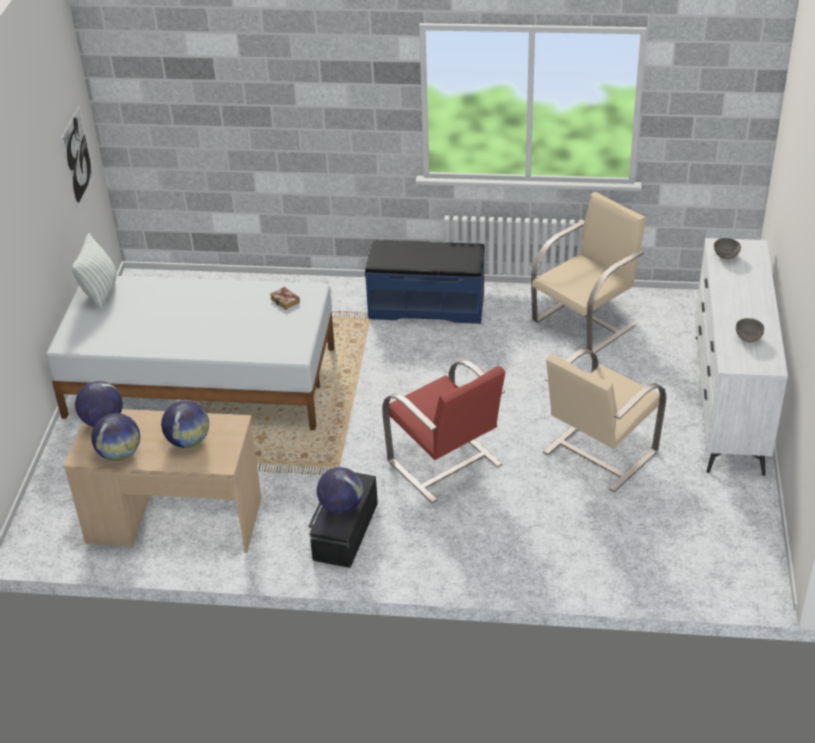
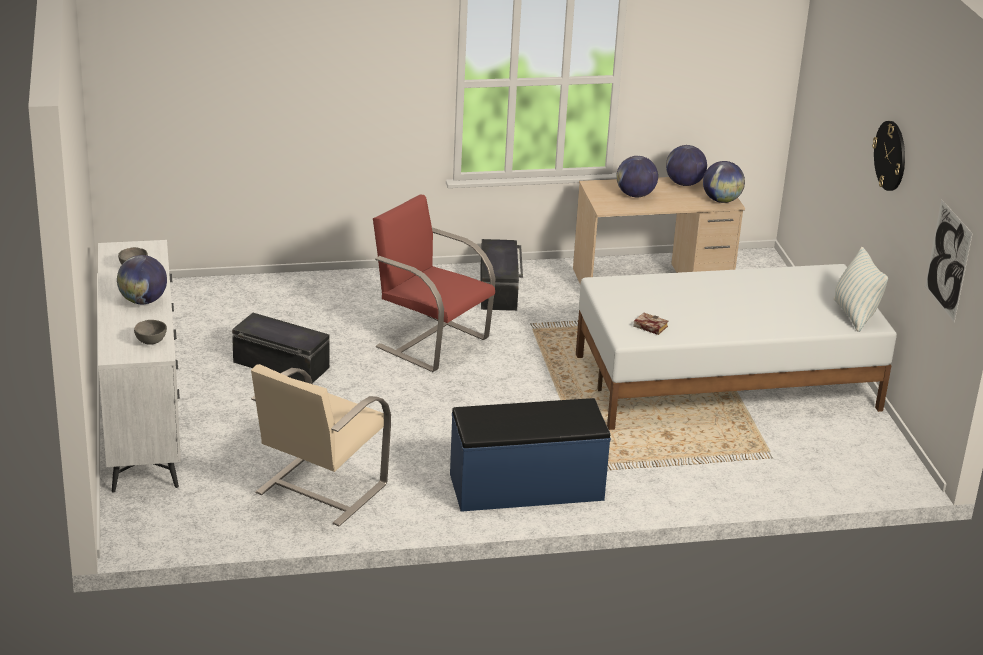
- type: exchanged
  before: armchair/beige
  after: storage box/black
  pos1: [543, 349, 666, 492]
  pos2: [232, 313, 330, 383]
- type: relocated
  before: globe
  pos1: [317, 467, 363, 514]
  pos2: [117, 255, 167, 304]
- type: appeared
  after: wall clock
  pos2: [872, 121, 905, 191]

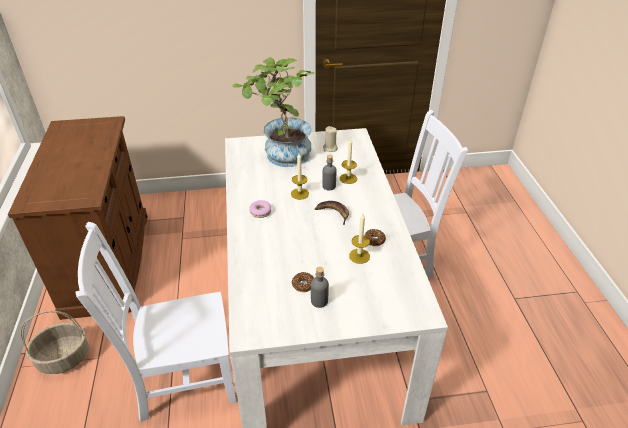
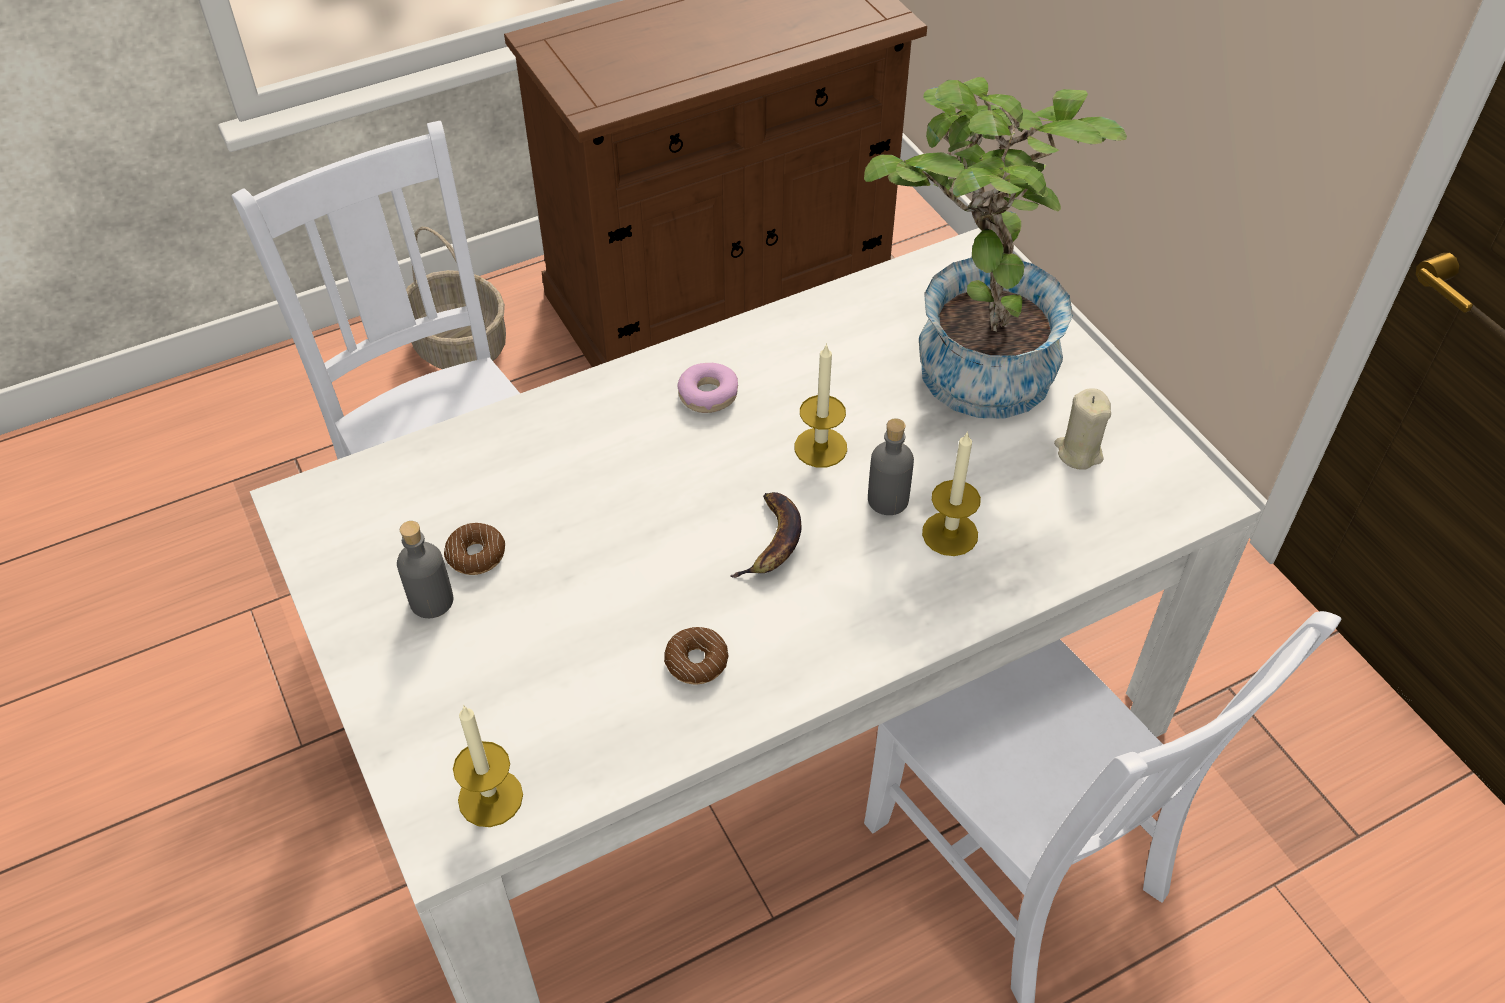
- type: relocated
  before: candle
  pos1: [349, 214, 370, 264]
  pos2: [453, 705, 523, 827]

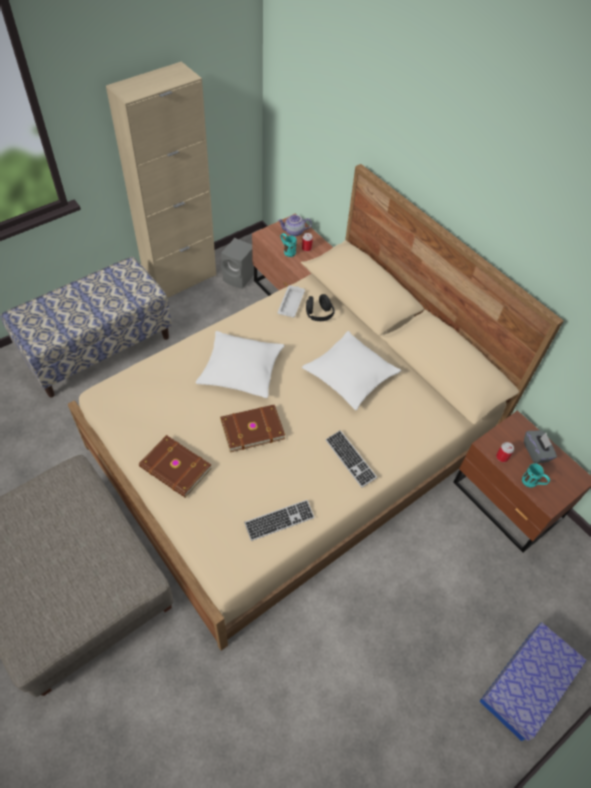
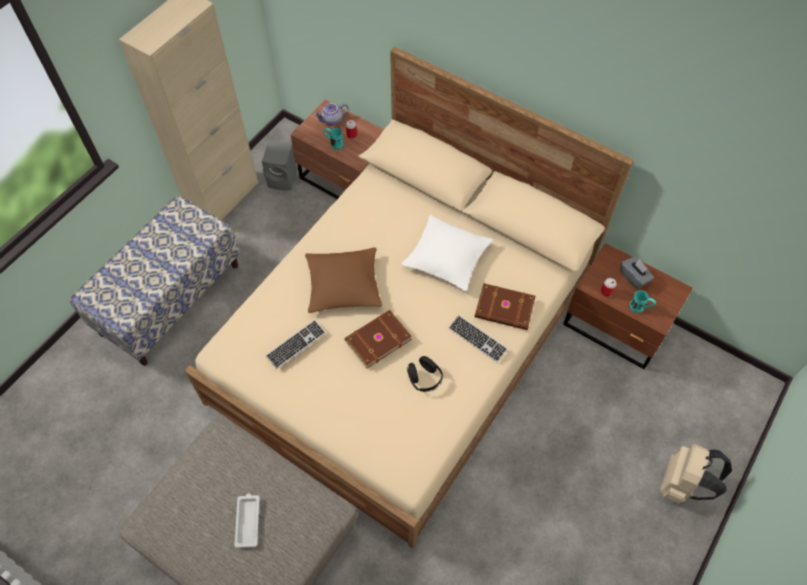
- type: relocated
  before: tray/white
  pos1: [278, 286, 305, 318]
  pos2: [235, 493, 259, 548]
- type: relocated
  before: headphones/black
  pos1: [306, 294, 335, 321]
  pos2: [407, 356, 443, 392]
- type: colour
  before: pillow/white
  after: pillow/brown
  pos1: [196, 331, 284, 398]
  pos2: [305, 247, 382, 313]
- type: relocated
  before: book/brown
  pos1: [139, 435, 212, 498]
  pos2: [475, 283, 536, 330]
- type: relocated
  before: keyboard
  pos1: [244, 500, 315, 541]
  pos2: [266, 320, 326, 369]
- type: exchanged
  before: storage box
  after: backpack/beige
  pos1: [479, 622, 587, 741]
  pos2: [660, 444, 732, 504]

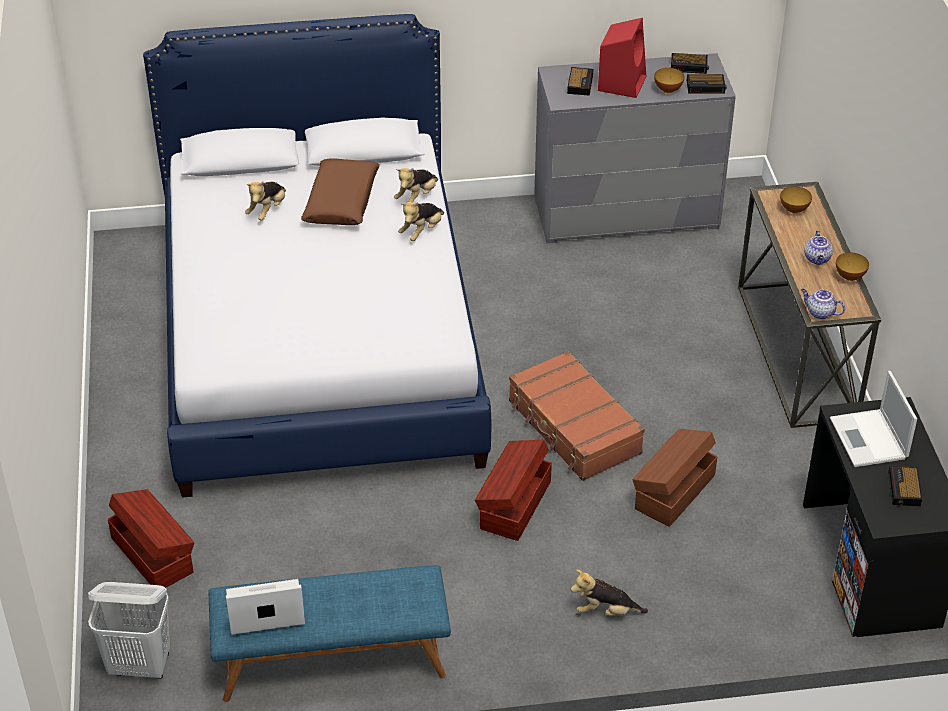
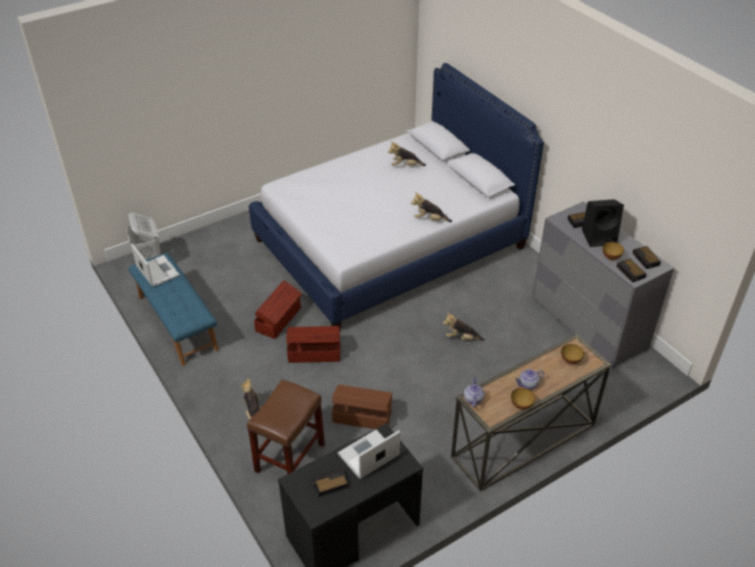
- type: colour
  before: speaker/red
  after: speaker/black
  pos1: [598, 18, 646, 98]
  pos2: [582, 199, 624, 247]
- type: missing
  before: pillow/brown
  pos1: [301, 158, 380, 225]
- type: relocated
  before: plush toy
  pos1: [394, 168, 438, 203]
  pos2: [443, 313, 485, 341]
- type: missing
  before: suitcase/brown
  pos1: [509, 351, 645, 481]
- type: relocated
  before: storage box/brown
  pos1: [108, 489, 194, 588]
  pos2: [254, 280, 302, 339]
- type: appeared
  after: stool/brown
  pos2: [247, 379, 325, 474]

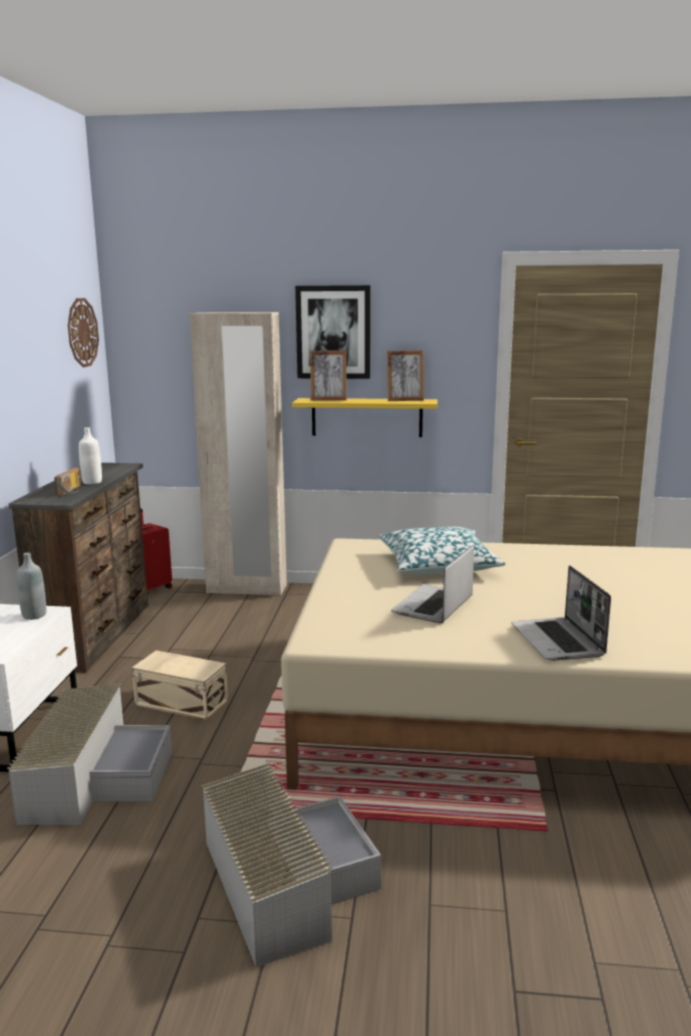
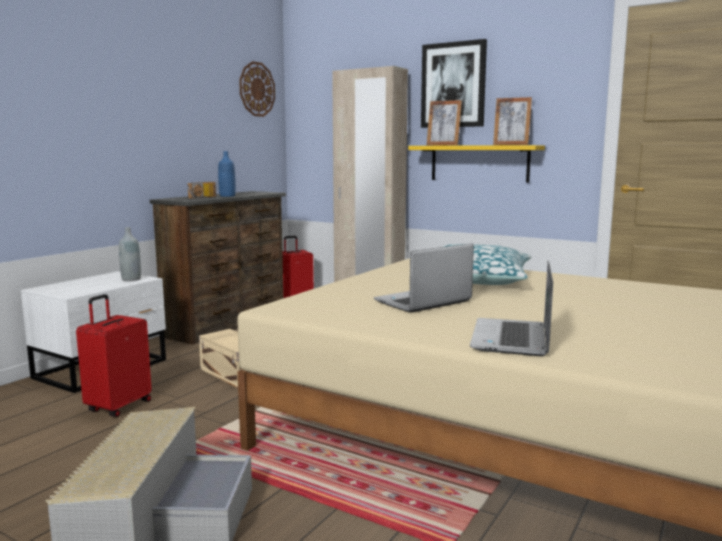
- type: colour
  before: bottle/white
  after: bottle/blue
  pos1: [79, 427, 102, 484]
  pos2: [218, 151, 236, 197]
- type: exchanged
  before: storage box/grey
  after: suitcase/red
  pos1: [7, 684, 172, 825]
  pos2: [76, 294, 152, 417]

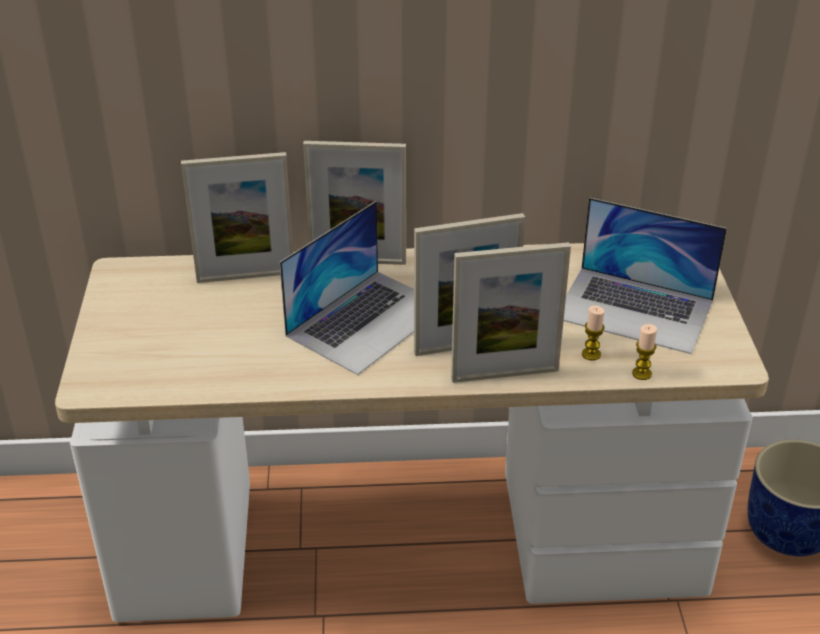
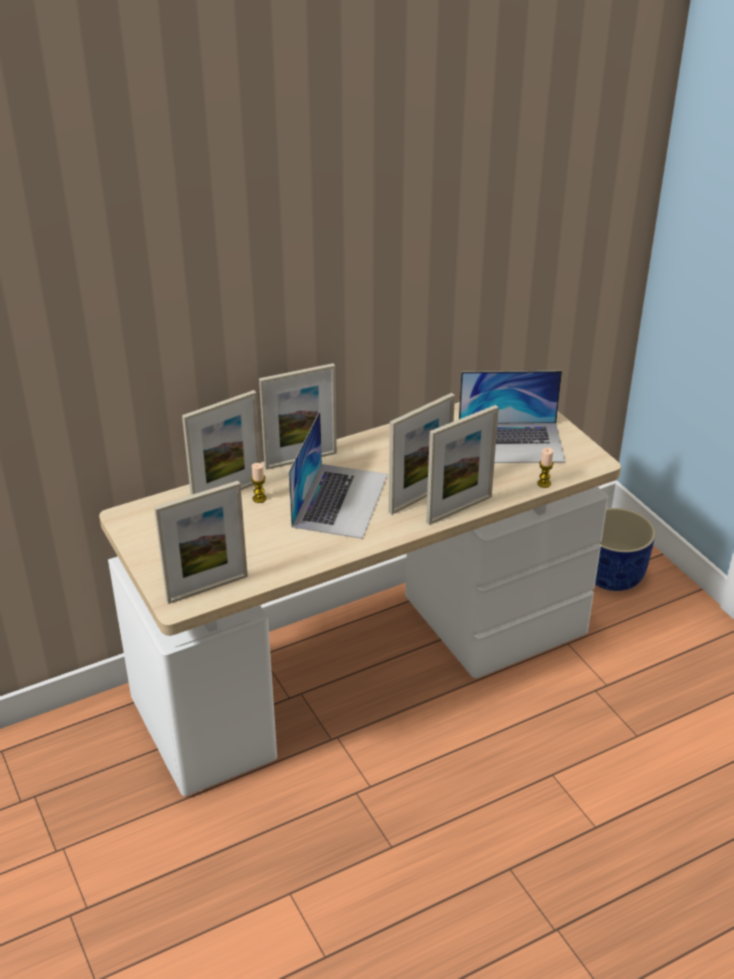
- type: relocated
  before: candle
  pos1: [582, 305, 605, 361]
  pos2: [251, 463, 267, 503]
- type: appeared
  after: picture frame
  pos2: [154, 481, 248, 604]

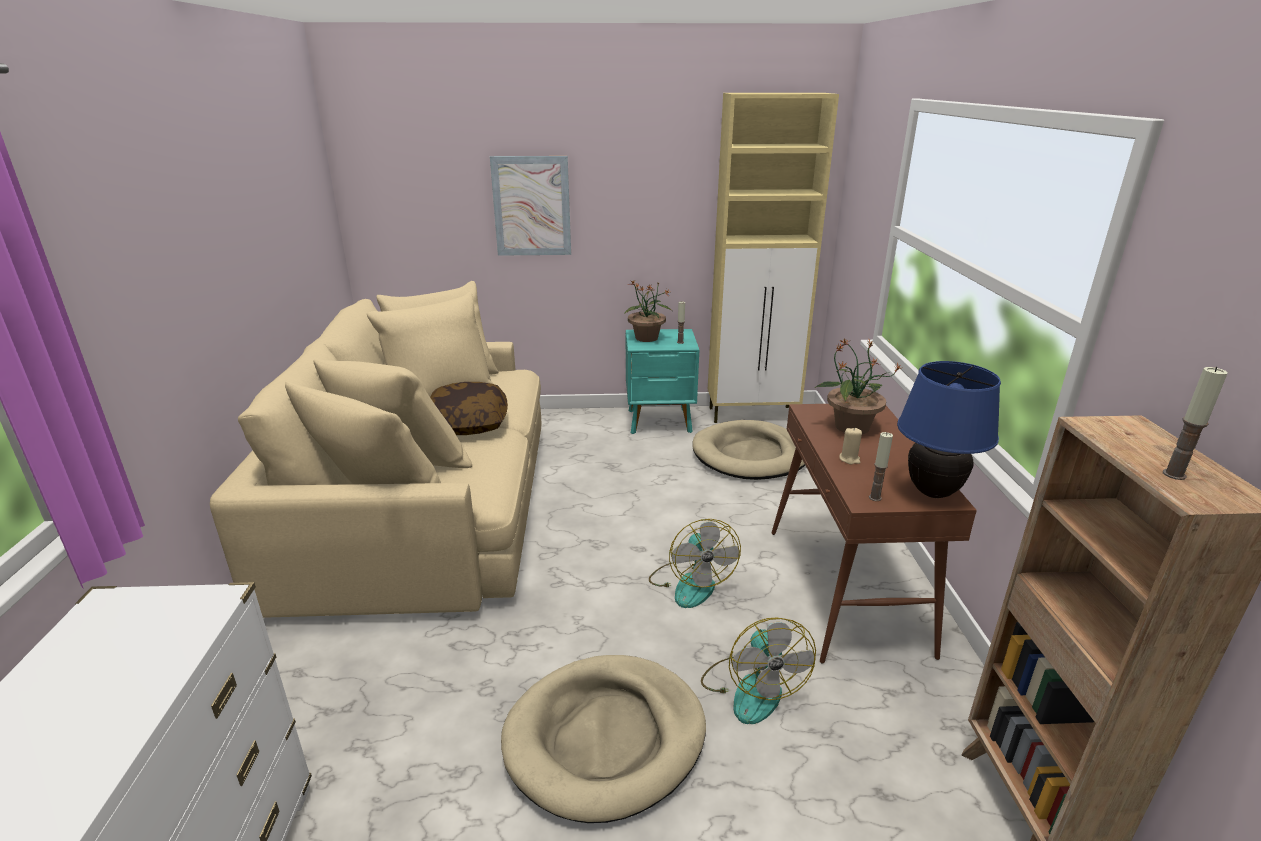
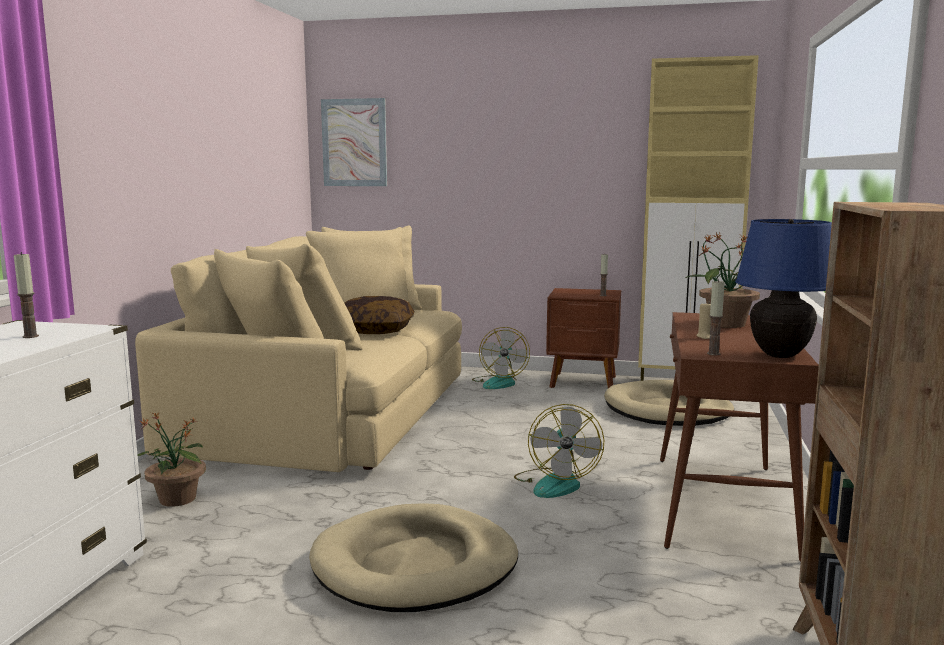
- type: relocated
  before: picture
  pos1: [490, 156, 571, 256]
  pos2: [321, 98, 387, 186]
- type: relocated
  before: potted plant
  pos1: [625, 281, 672, 342]
  pos2: [138, 413, 206, 507]
- type: colour
  before: nightstand/turquoise
  after: nightstand/brown
  pos1: [626, 329, 700, 434]
  pos2: [546, 288, 621, 388]
- type: relocated
  before: candle
  pos1: [1163, 367, 1228, 480]
  pos2: [14, 252, 39, 338]
- type: relocated
  before: fan
  pos1: [701, 617, 816, 724]
  pos2: [472, 327, 530, 389]

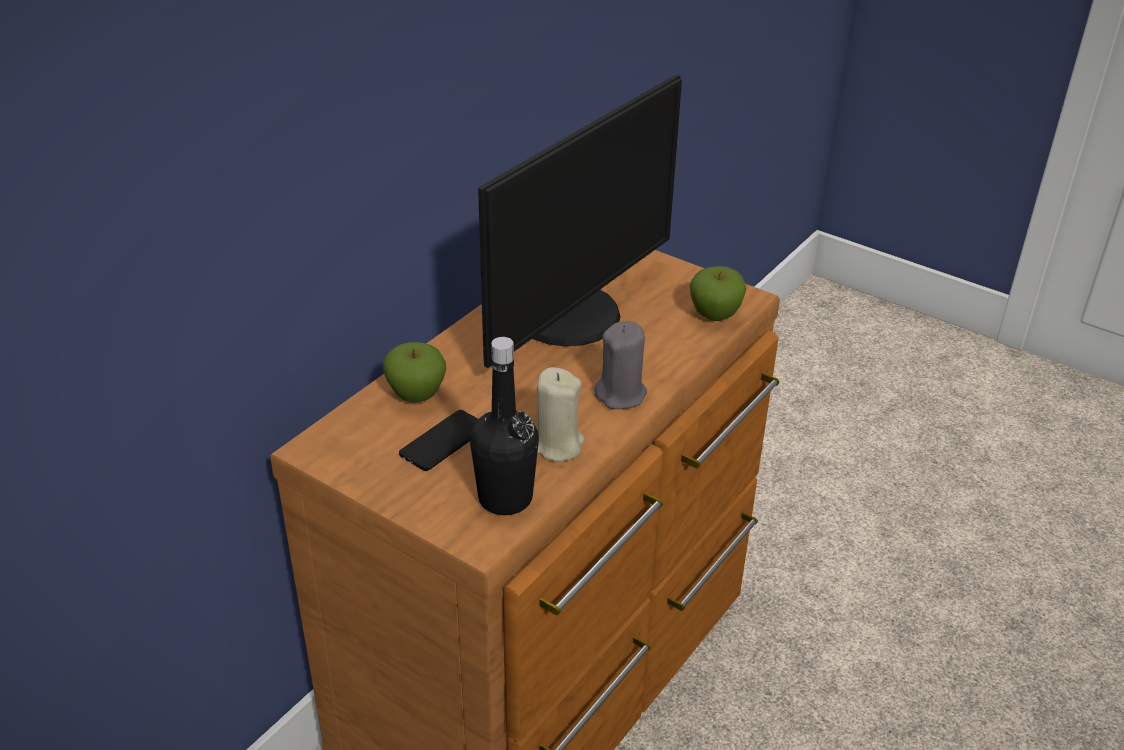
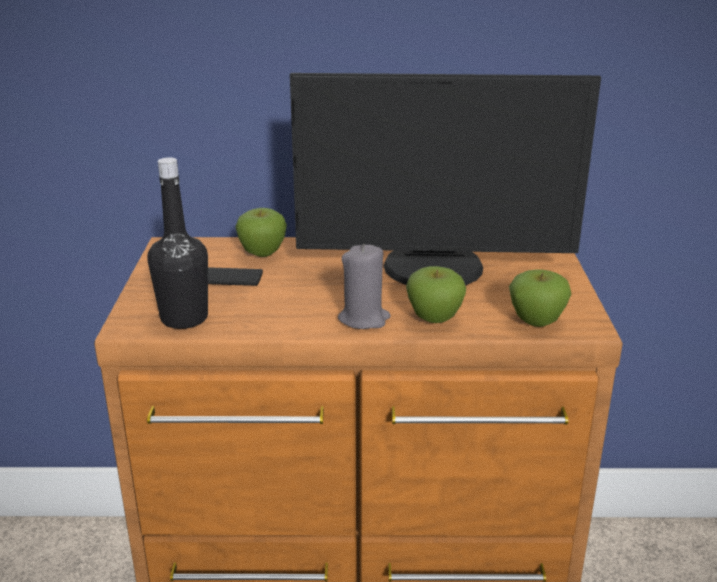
- type: missing
  before: candle/beige
  pos1: [537, 367, 584, 461]
- type: appeared
  after: apple
  pos2: [406, 266, 466, 323]

